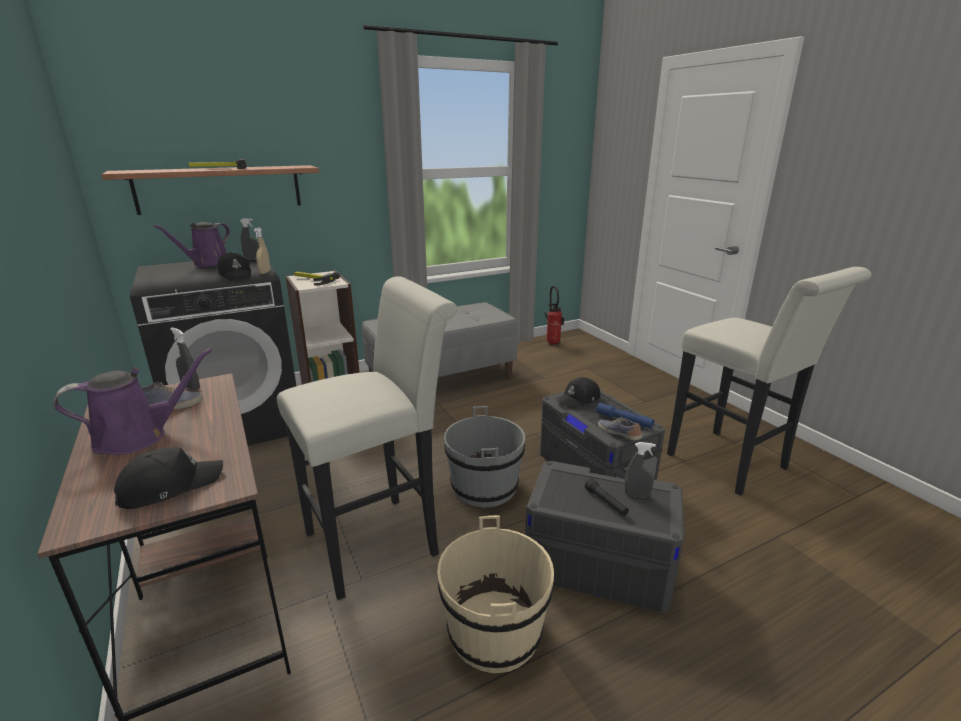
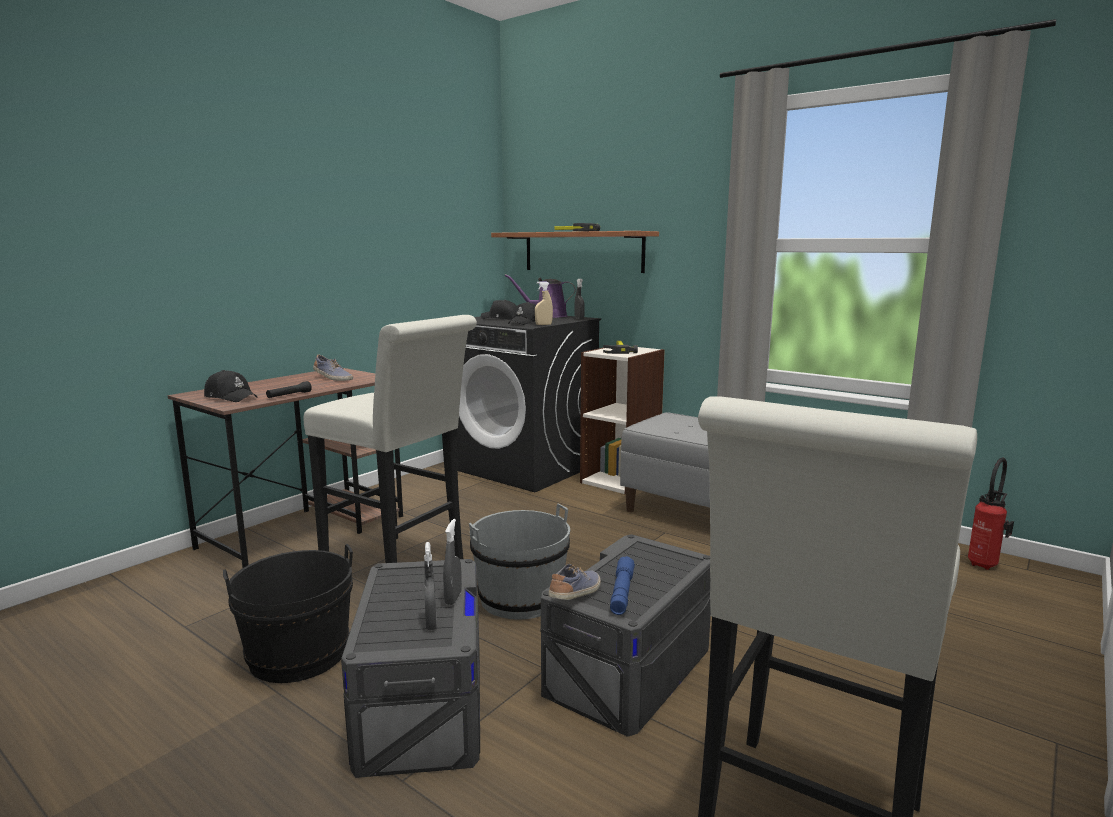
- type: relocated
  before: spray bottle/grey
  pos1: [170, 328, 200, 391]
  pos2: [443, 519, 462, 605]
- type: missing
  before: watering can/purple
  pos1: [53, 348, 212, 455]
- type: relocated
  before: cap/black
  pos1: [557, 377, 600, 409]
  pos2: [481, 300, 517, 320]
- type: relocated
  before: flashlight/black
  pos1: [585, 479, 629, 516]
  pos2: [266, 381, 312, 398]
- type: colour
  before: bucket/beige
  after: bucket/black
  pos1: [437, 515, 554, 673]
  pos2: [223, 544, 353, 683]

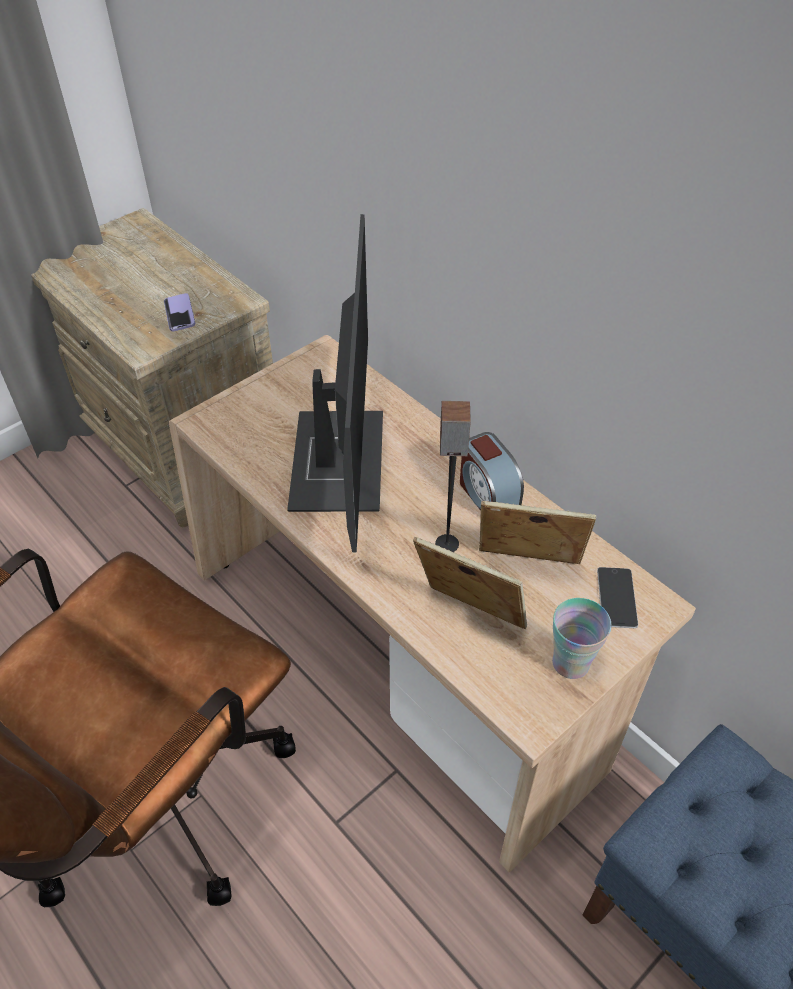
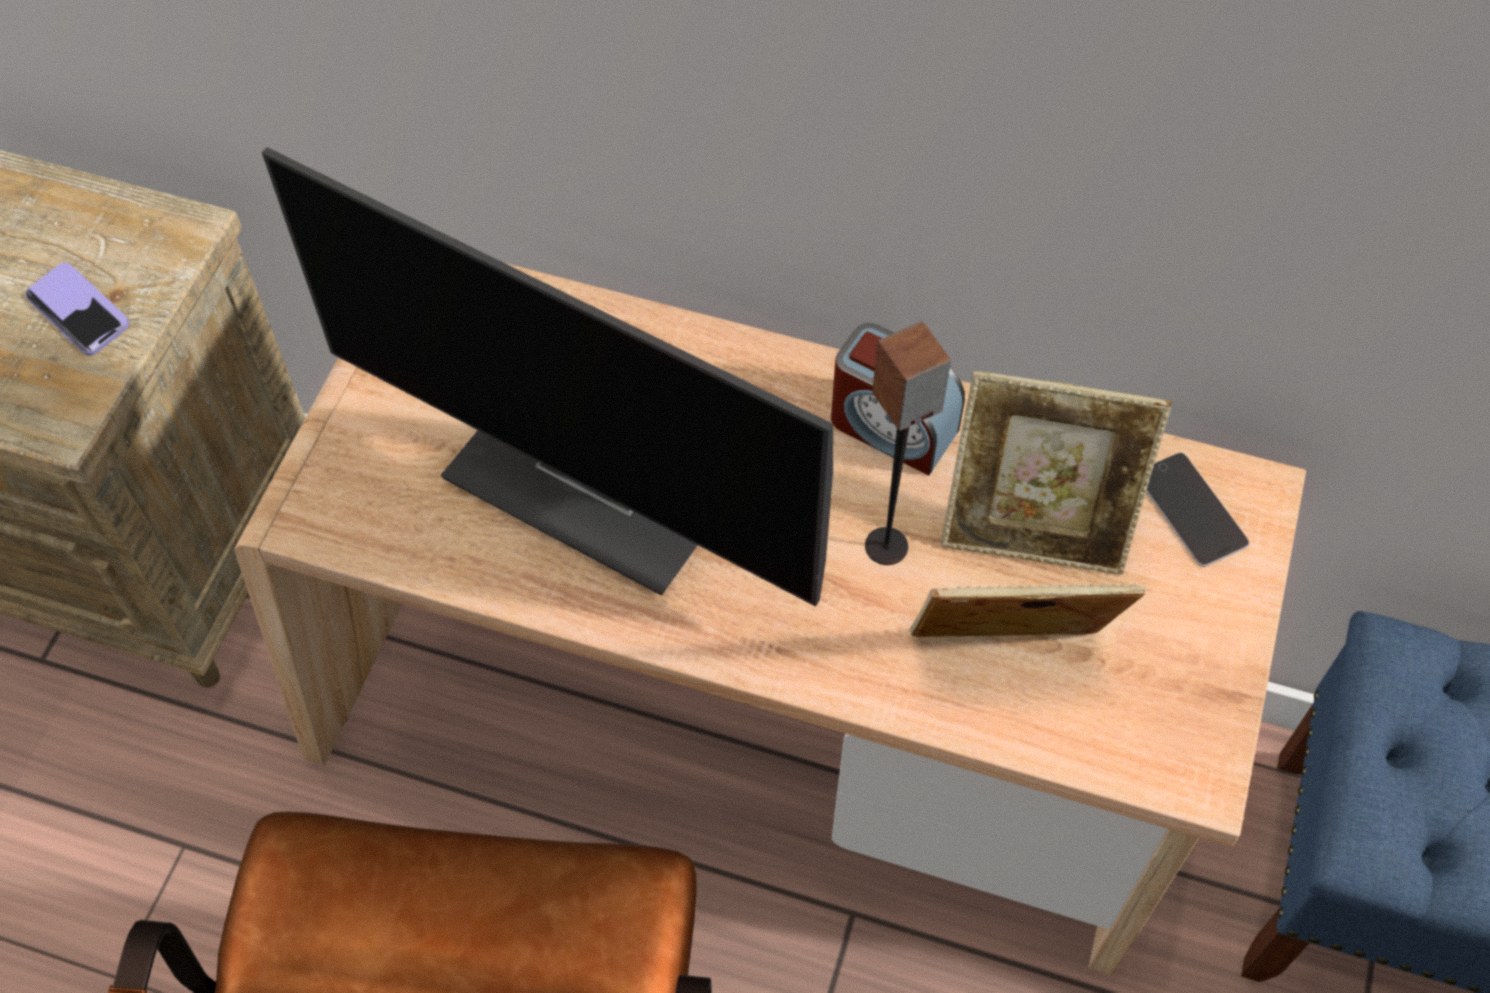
- type: spun
  before: monitor
  pos1: [287, 214, 383, 552]
  pos2: [262, 147, 834, 607]
  turn: 150
- type: spun
  before: picture frame
  pos1: [479, 501, 596, 564]
  pos2: [941, 371, 1172, 575]
  turn: -150
- type: missing
  before: cup
  pos1: [552, 598, 611, 679]

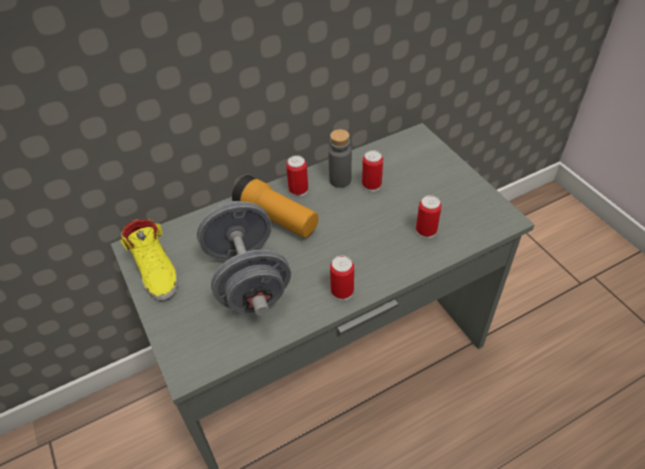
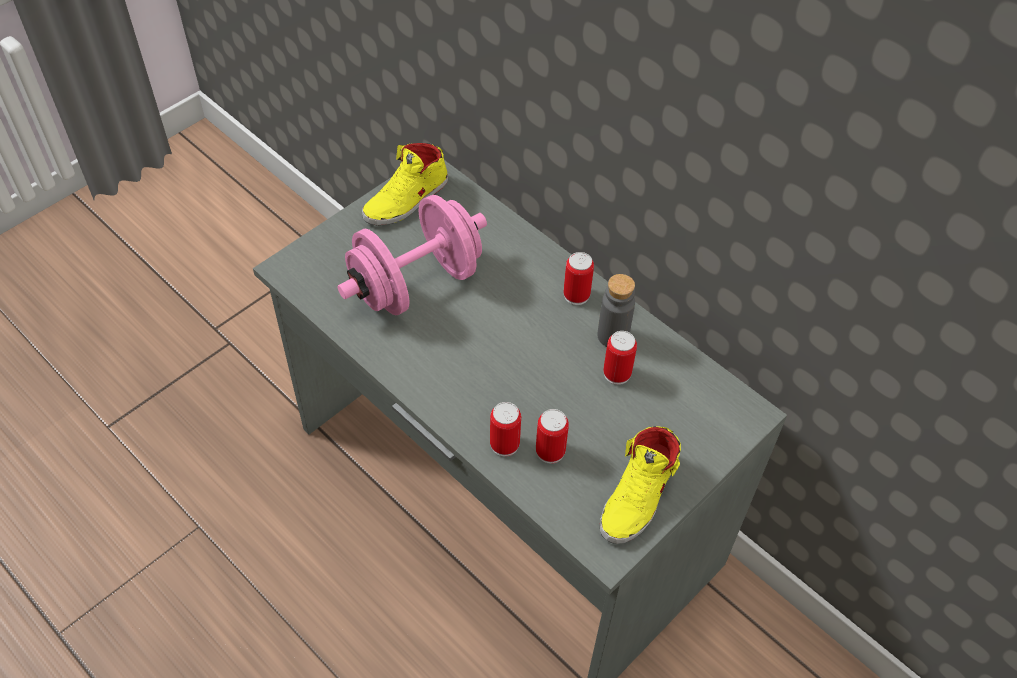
- type: missing
  before: flashlight
  pos1: [232, 175, 318, 238]
- type: colour
  before: dumbbell/grey
  after: dumbbell/pink
  pos1: [197, 201, 291, 316]
  pos2: [338, 195, 487, 315]
- type: relocated
  before: can
  pos1: [330, 256, 354, 301]
  pos2: [490, 402, 521, 457]
- type: appeared
  after: shoe/yellow
  pos2: [600, 426, 681, 544]

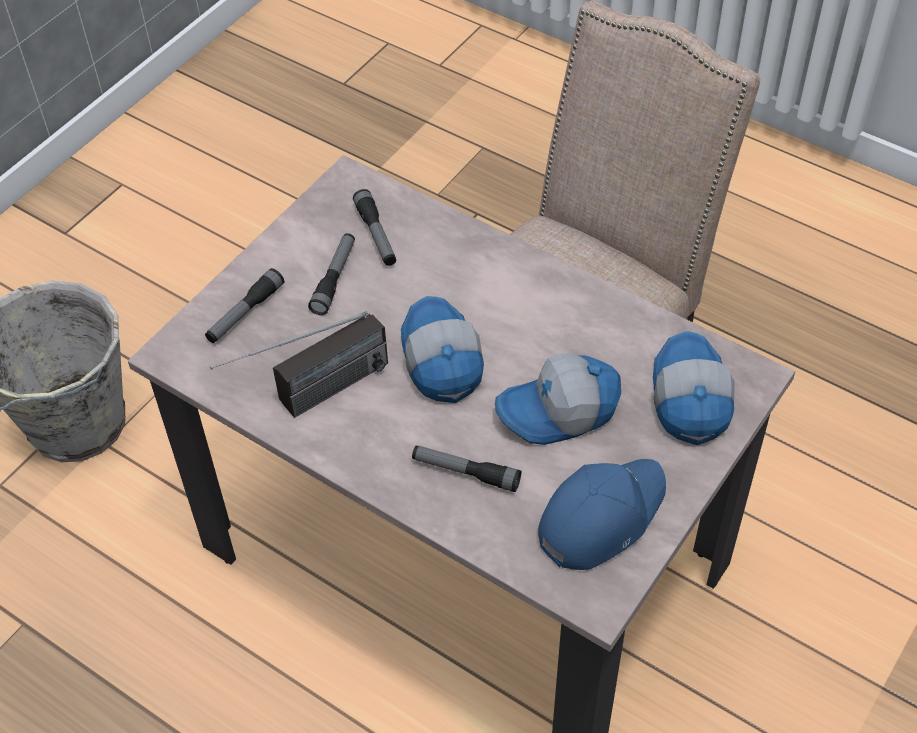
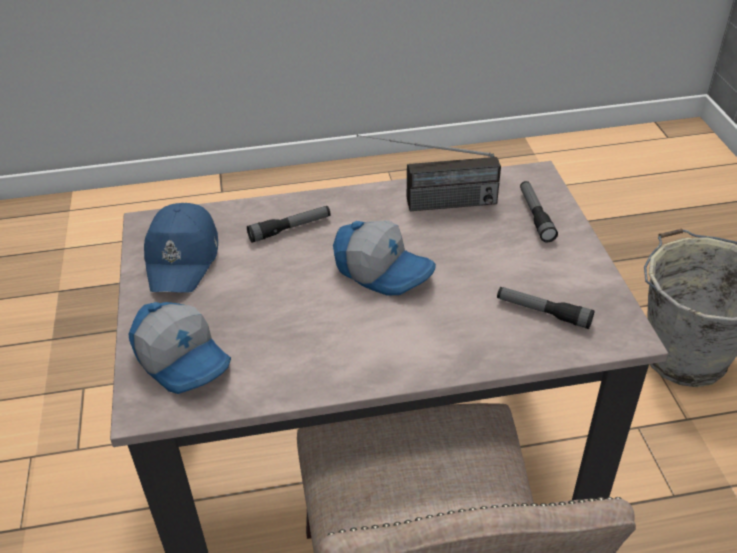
- type: missing
  before: flashlight
  pos1: [308, 233, 355, 315]
- type: spun
  before: radio
  pos1: [210, 312, 388, 418]
  pos2: [357, 134, 501, 211]
  turn: -105
- type: missing
  before: cap
  pos1: [495, 353, 621, 445]

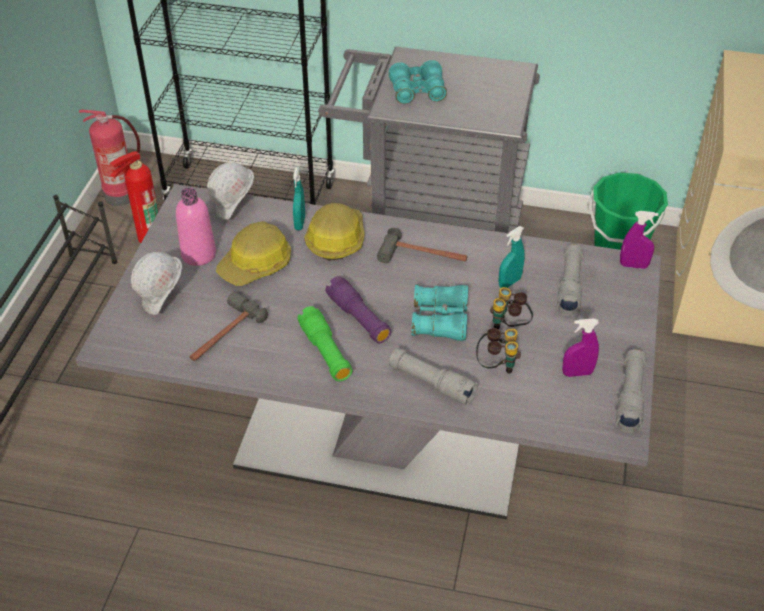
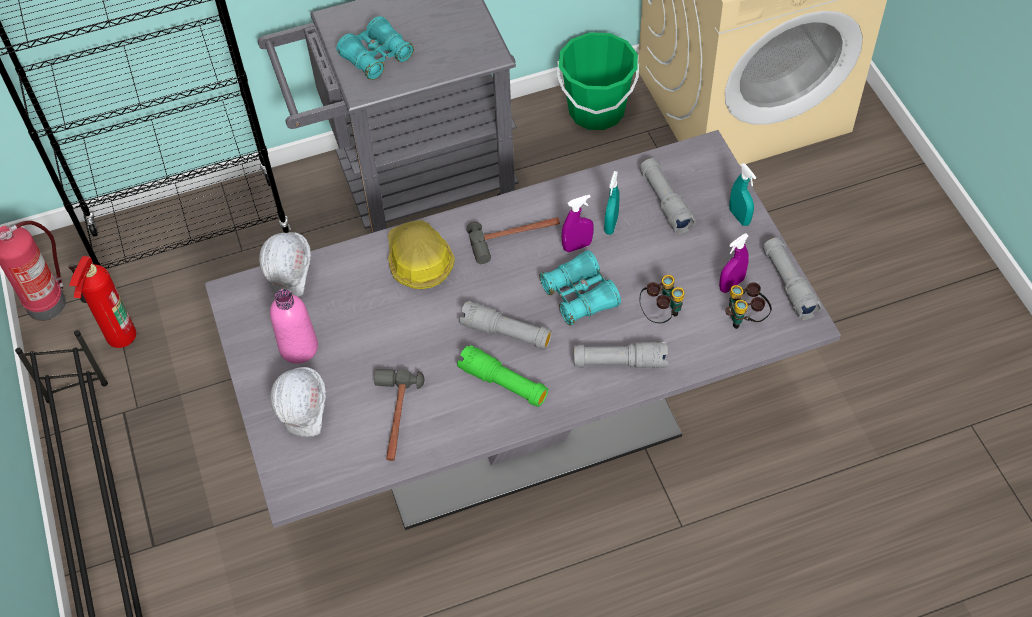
- type: relocated
  before: spray bottle/turquoise
  pos1: [293, 166, 305, 230]
  pos2: [729, 163, 756, 226]
- type: relocated
  before: spray bottle/purple
  pos1: [620, 211, 658, 269]
  pos2: [562, 194, 594, 252]
- type: missing
  before: hard hat
  pos1: [216, 221, 291, 286]
- type: colour
  before: flashlight/purple
  after: flashlight/grey
  pos1: [325, 276, 391, 343]
  pos2: [459, 301, 552, 350]
- type: relocated
  before: binoculars
  pos1: [490, 287, 533, 329]
  pos2: [725, 282, 772, 329]

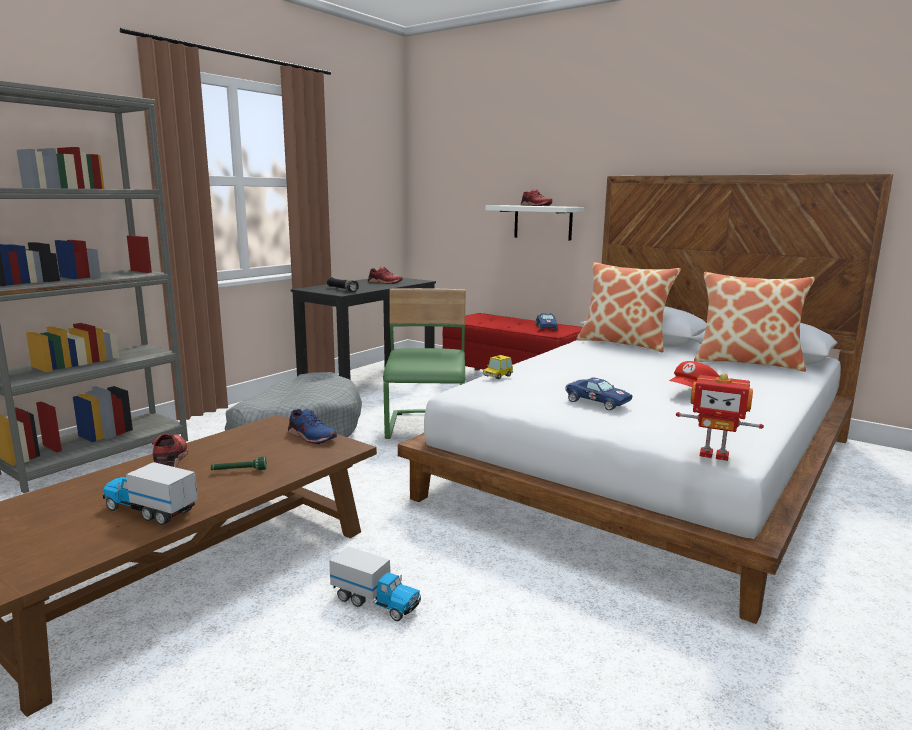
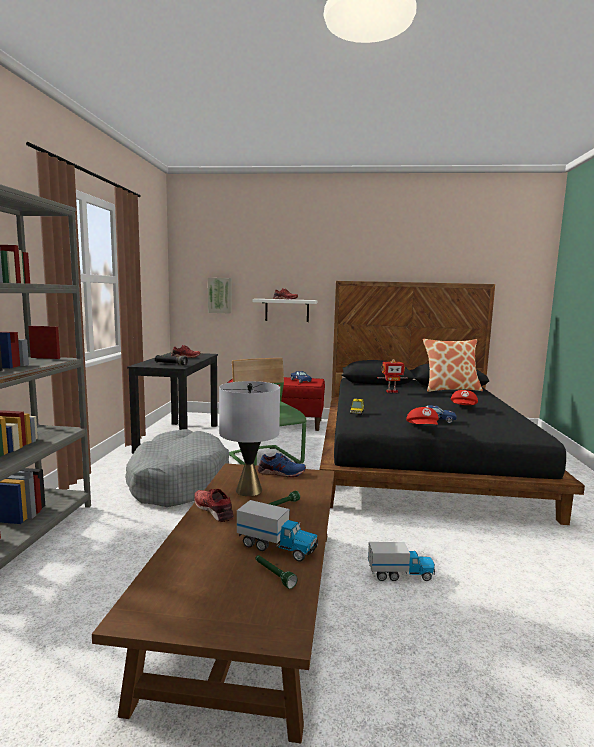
- type: colour
  before: bed/white
  after: bed/black
  pos1: [398, 174, 893, 624]
  pos2: [320, 281, 585, 525]
- type: missing
  before: pillow
  pos1: [576, 262, 681, 352]
- type: relocated
  before: toy robot
  pos1: [676, 373, 764, 461]
  pos2: [377, 359, 408, 393]
- type: spun
  before: toy truck
  pos1: [103, 462, 198, 525]
  pos2: [237, 500, 318, 562]
  turn: -150
- type: appeared
  after: picture
  pos2: [208, 278, 232, 314]
- type: appeared
  after: table lamp/grey
  pos2: [219, 381, 280, 496]
- type: appeared
  after: cap/red
  pos2: [406, 407, 439, 425]
- type: appeared
  after: flashlight/green
  pos2: [255, 555, 298, 589]

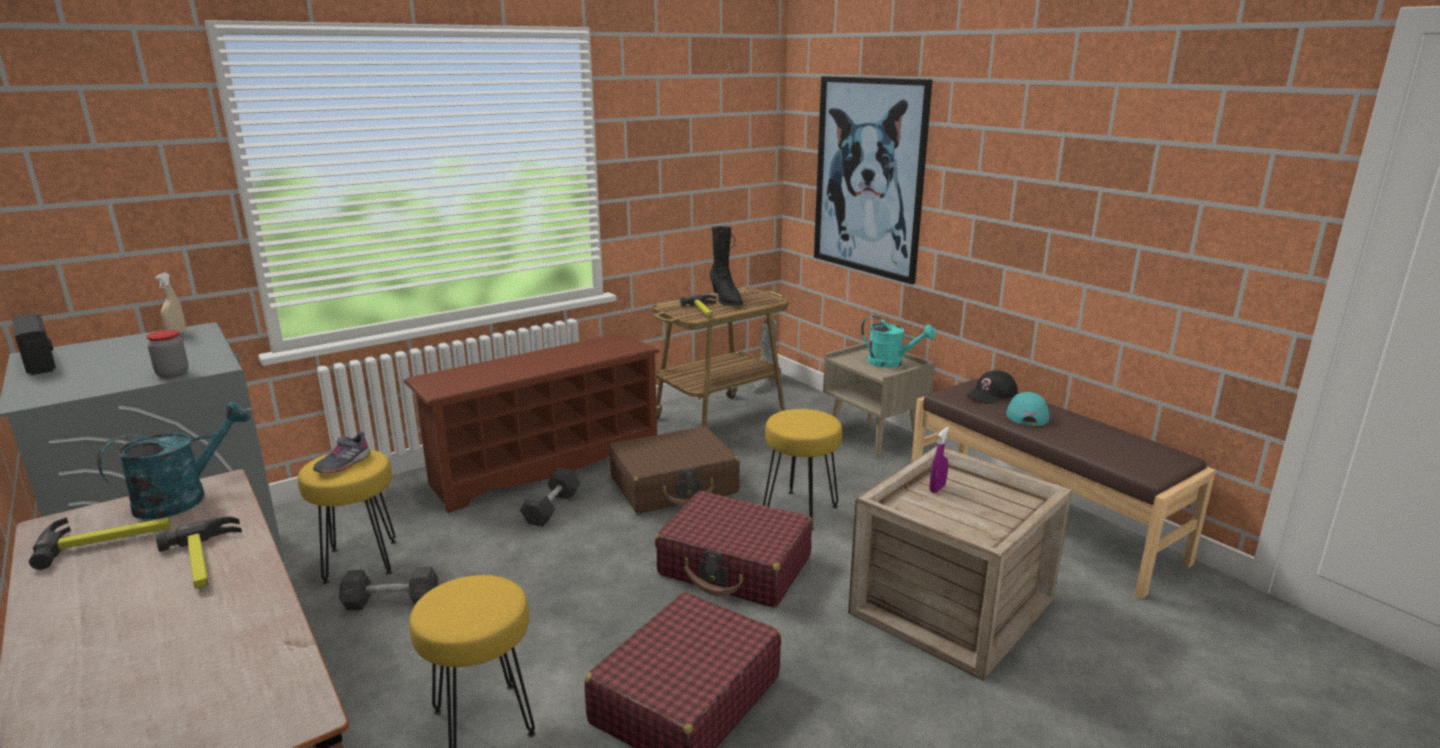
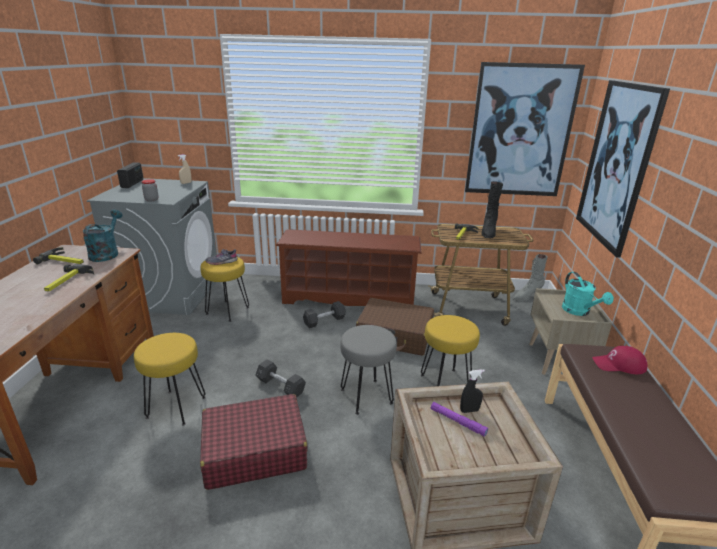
- type: colour
  before: cap/black
  after: cap/red
  pos1: [966, 370, 1018, 404]
  pos2: [592, 346, 647, 374]
- type: missing
  before: cap/turquoise
  pos1: [1006, 392, 1049, 426]
- type: spun
  before: watering can/turquoise
  pos1: [97, 402, 250, 520]
  pos2: [83, 210, 123, 262]
  turn: -75
- type: colour
  before: spray bottle/purple
  after: spray bottle/black
  pos1: [929, 427, 949, 493]
  pos2: [460, 369, 485, 413]
- type: exchanged
  before: suitcase/red
  after: stool/grey
  pos1: [655, 491, 812, 608]
  pos2: [340, 325, 397, 415]
- type: relocated
  before: dumbbell/grey
  pos1: [339, 566, 438, 610]
  pos2: [255, 359, 306, 398]
- type: appeared
  after: picture
  pos2: [465, 62, 585, 196]
- type: appeared
  after: flashlight/purple
  pos2: [431, 402, 488, 437]

